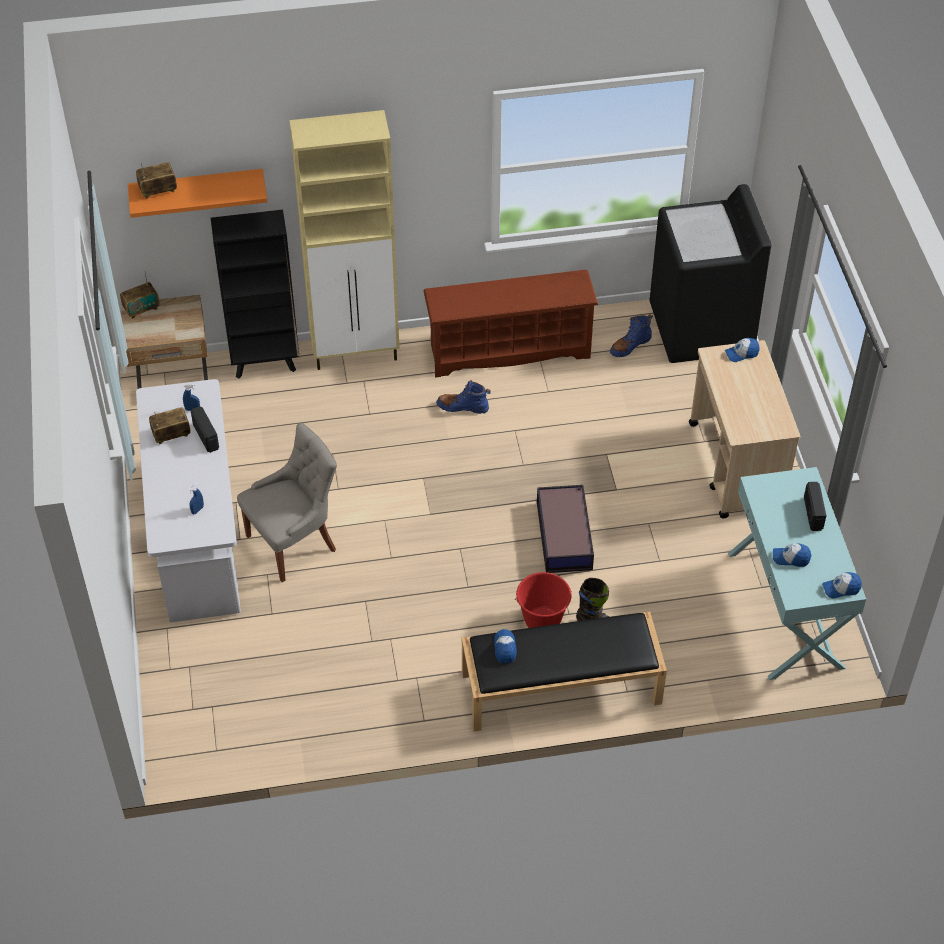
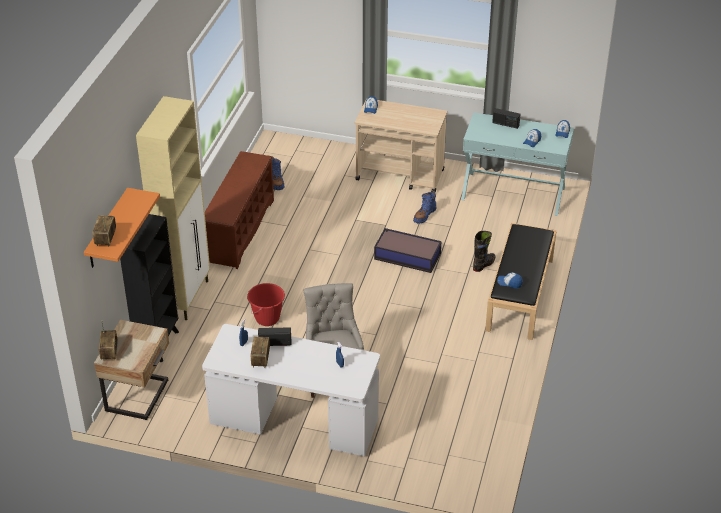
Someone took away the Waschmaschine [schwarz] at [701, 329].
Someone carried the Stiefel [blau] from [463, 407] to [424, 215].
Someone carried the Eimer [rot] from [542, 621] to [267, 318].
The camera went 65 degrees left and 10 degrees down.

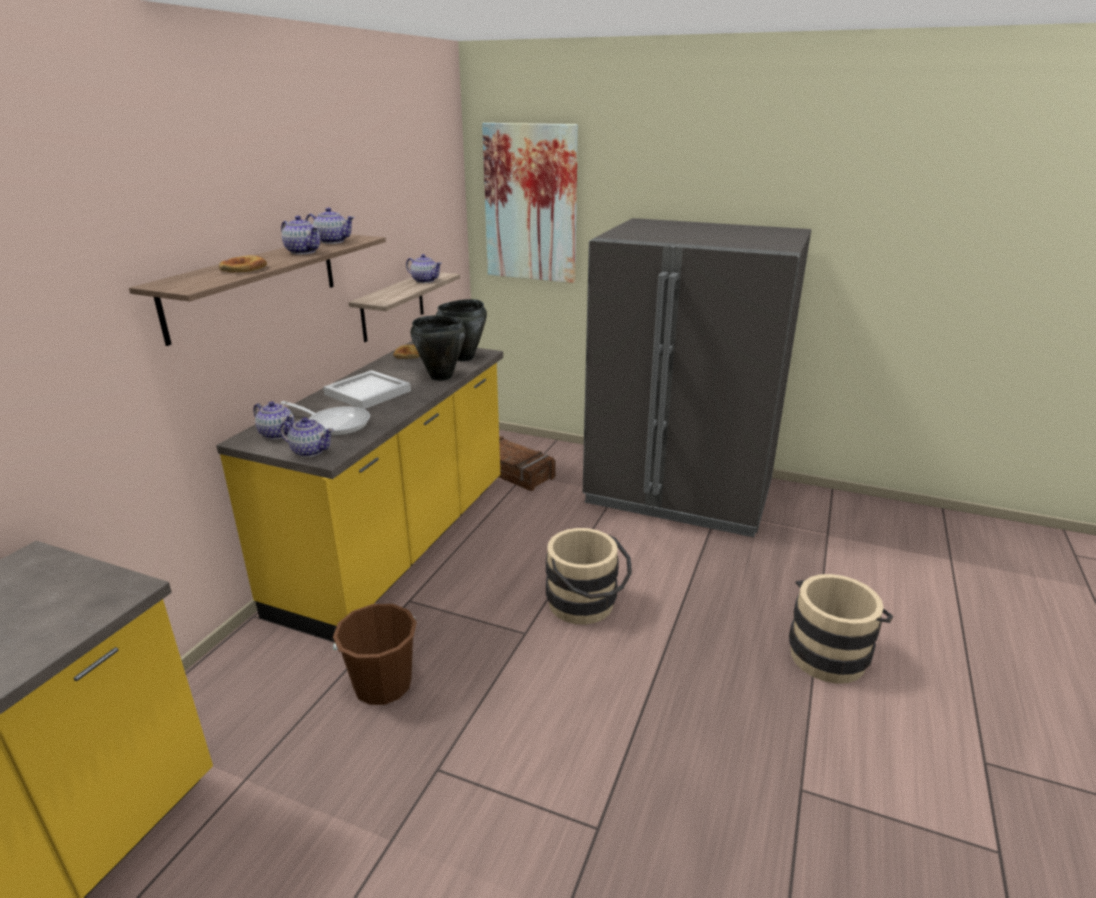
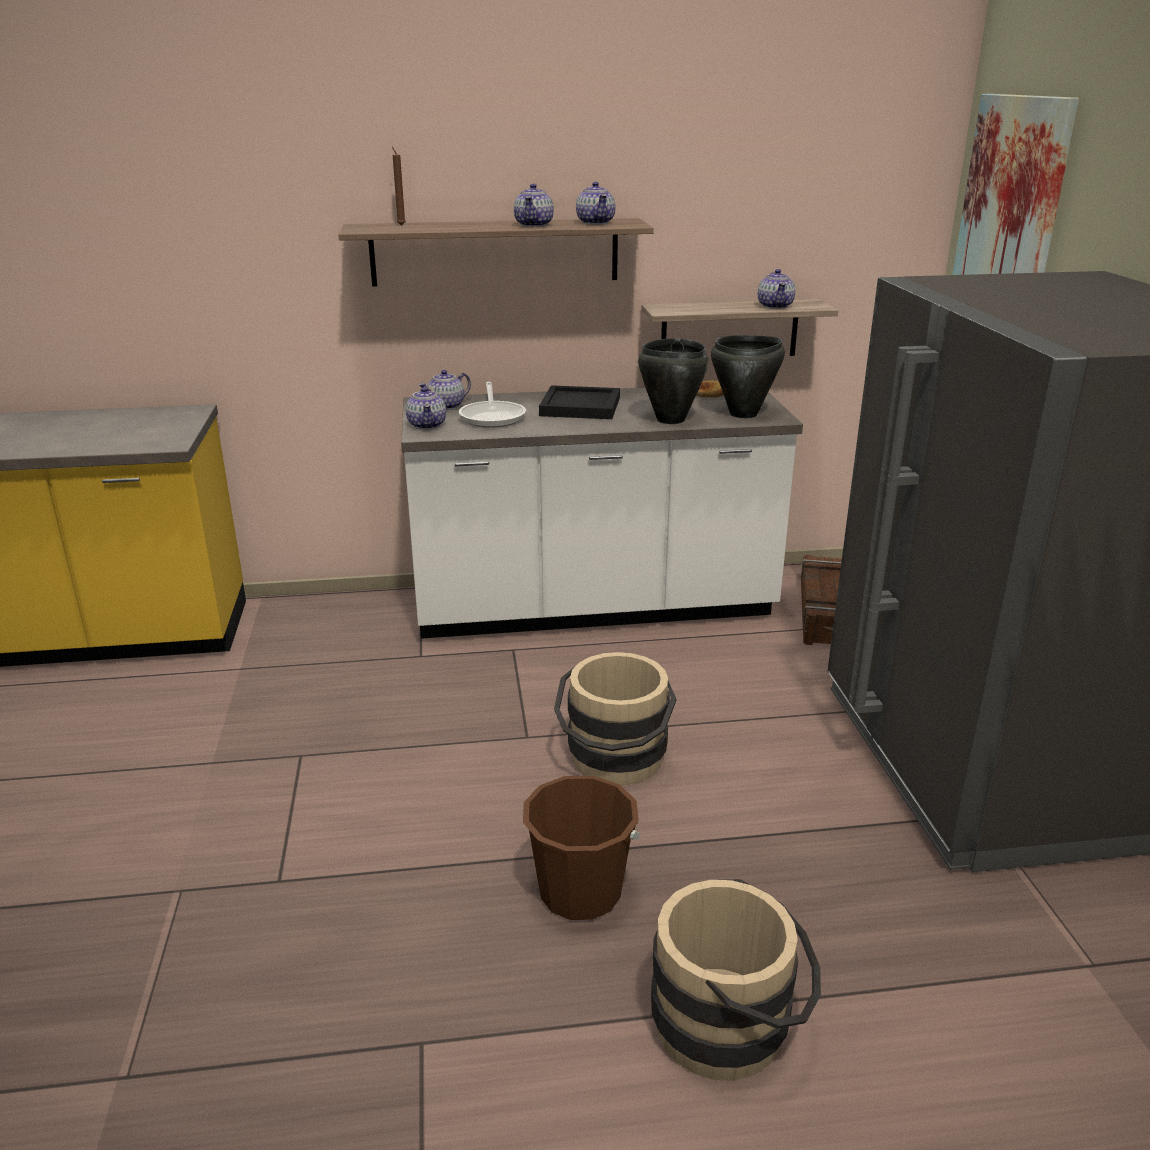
Someone took away the Brot at [243, 269].
Someone repainted the Küchenzeile [gelb] at [399, 546], which became the Küchenzeile [weiß] at [593, 608].
Someone repainted the Tablett [weiß] at [368, 392], which became the Tablett [schwarz] at [581, 406].
Someone rotated the Teekanne at [277, 434] by 45 degrees clockwise.
Someone carried the Eimer [braun] from [383, 685] to [580, 892].
Someone put down the Kerze [braun] at [400, 225].
The camera went 60 degrees right and 0 degrees up.

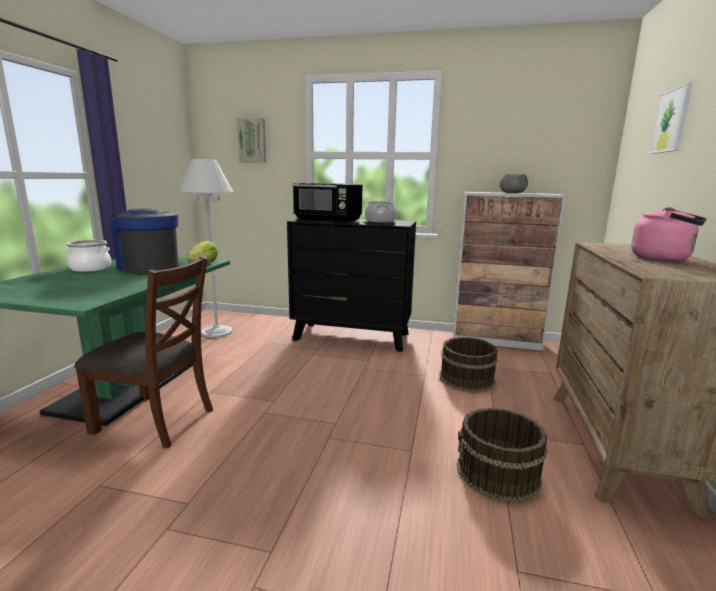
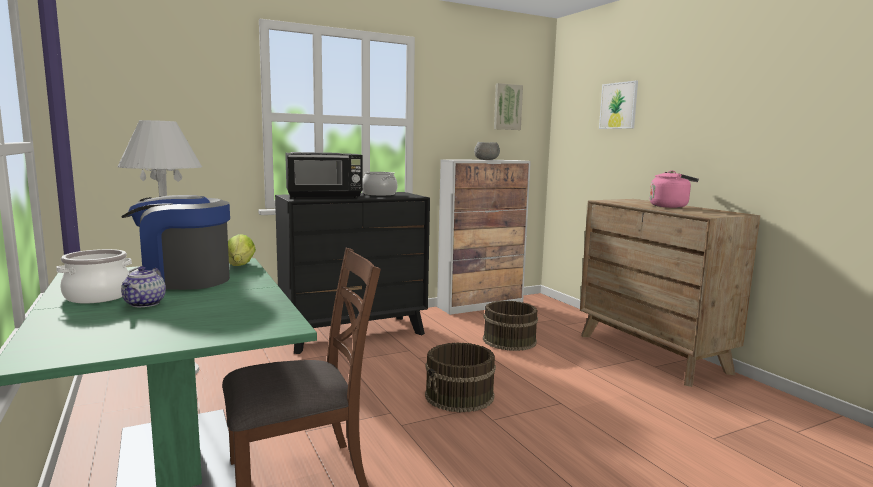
Someone carried the Bild from [252, 140] to [507, 107].
Someone carried the Eimer [braun] from [498, 473] to [460, 396].
Someone put down the Teekanne at [144, 304].
The camera went 40 degrees left and 5 degrees down.

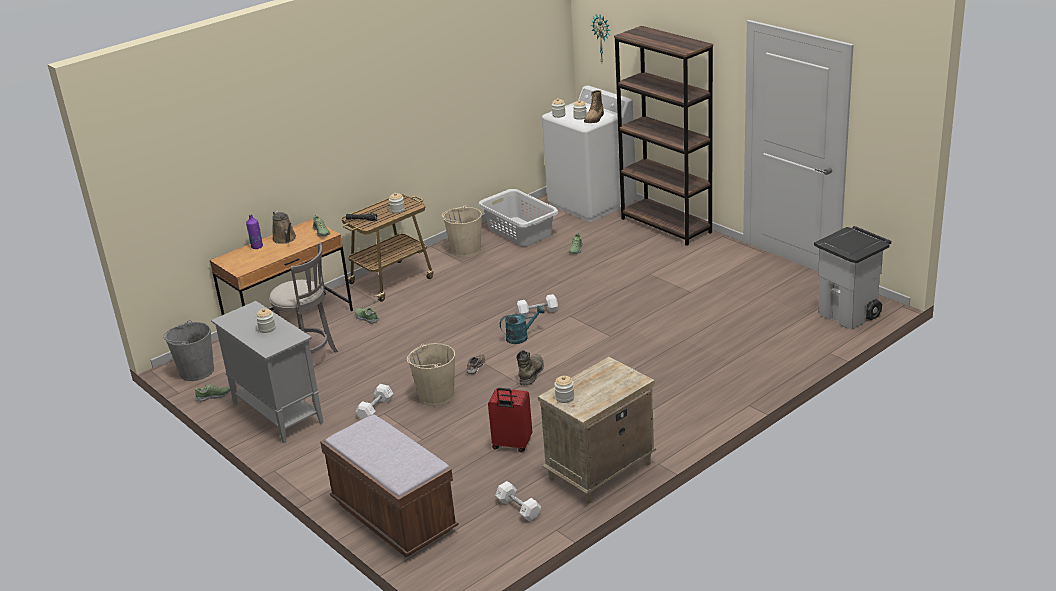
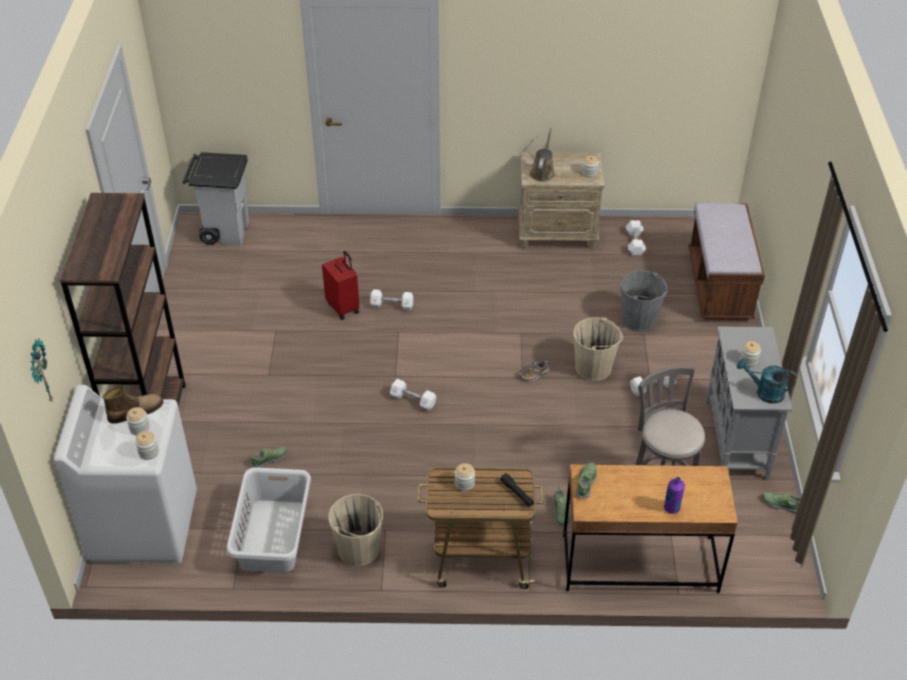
Someone carried the Gießkanne [braun] from [285, 239] to [542, 172].
Someone carried the Gießkanne [türkis] from [521, 337] to [764, 392].
Someone carried the Eimer [grau] from [196, 371] to [639, 319].
Someone took away the Stiefel [grün] at [531, 373].
Someone carried the Koffer [rot] from [512, 445] to [343, 307].
Someone put down the Hantel [weiß] at [392, 305].
The camera went 140 degrees left and 15 degrees up.

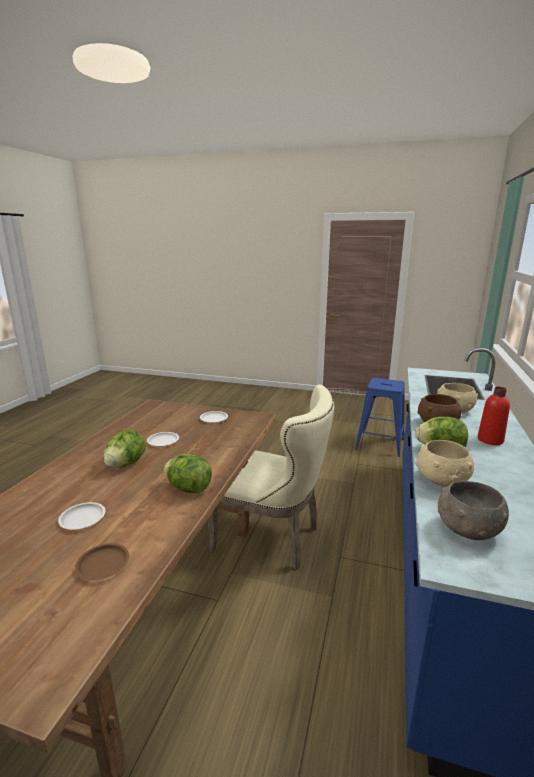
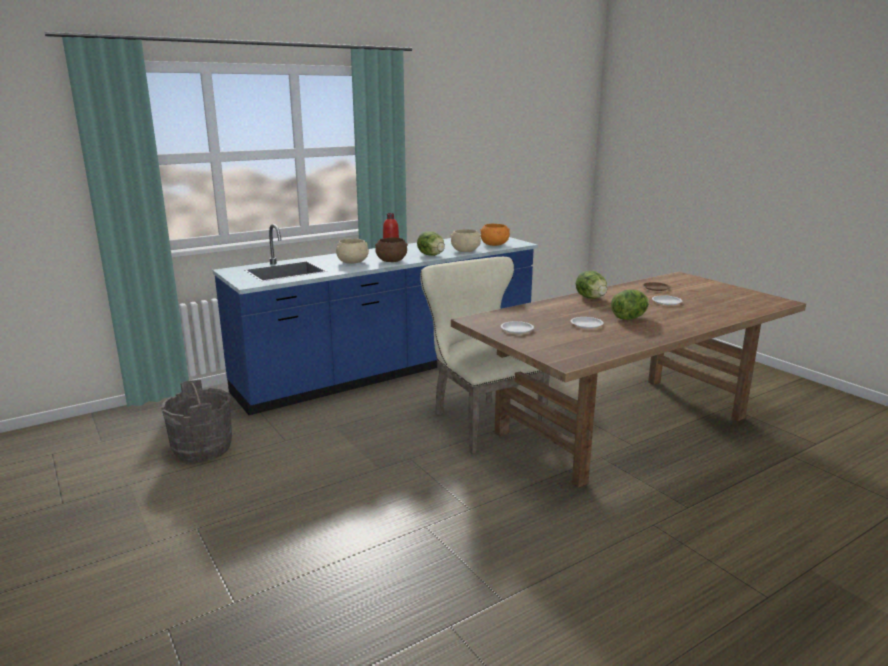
Someone swapped the Hocker [blau] at [380, 444] for the Eimer [grau] at [202, 448].
Someone repainted the Schüssel [grau] at [467, 529], which became the Schüssel [orange] at [494, 244].
The camera went 140 degrees left and 0 degrees up.

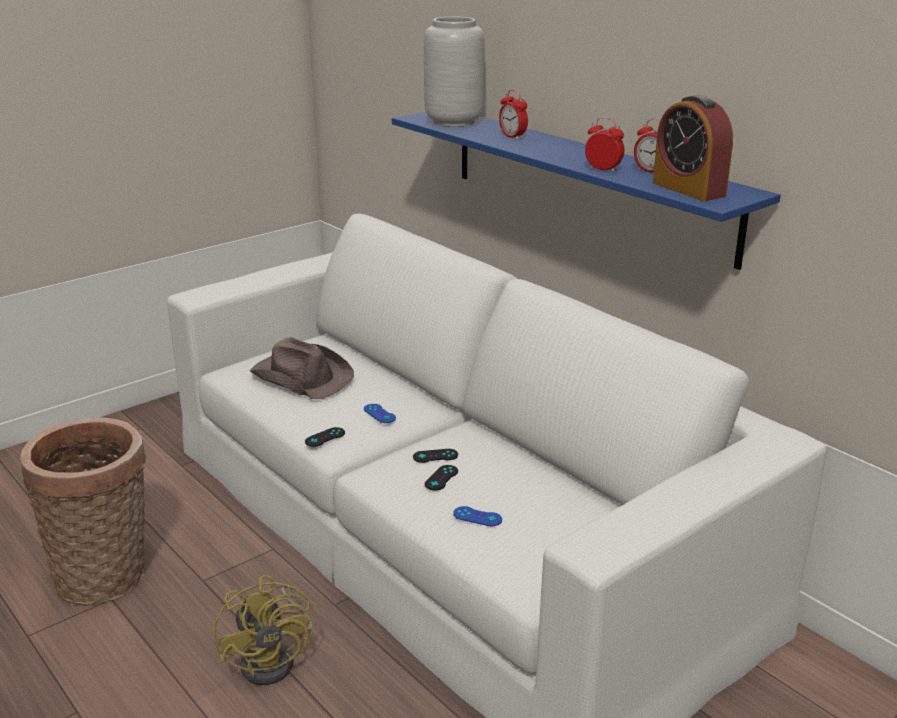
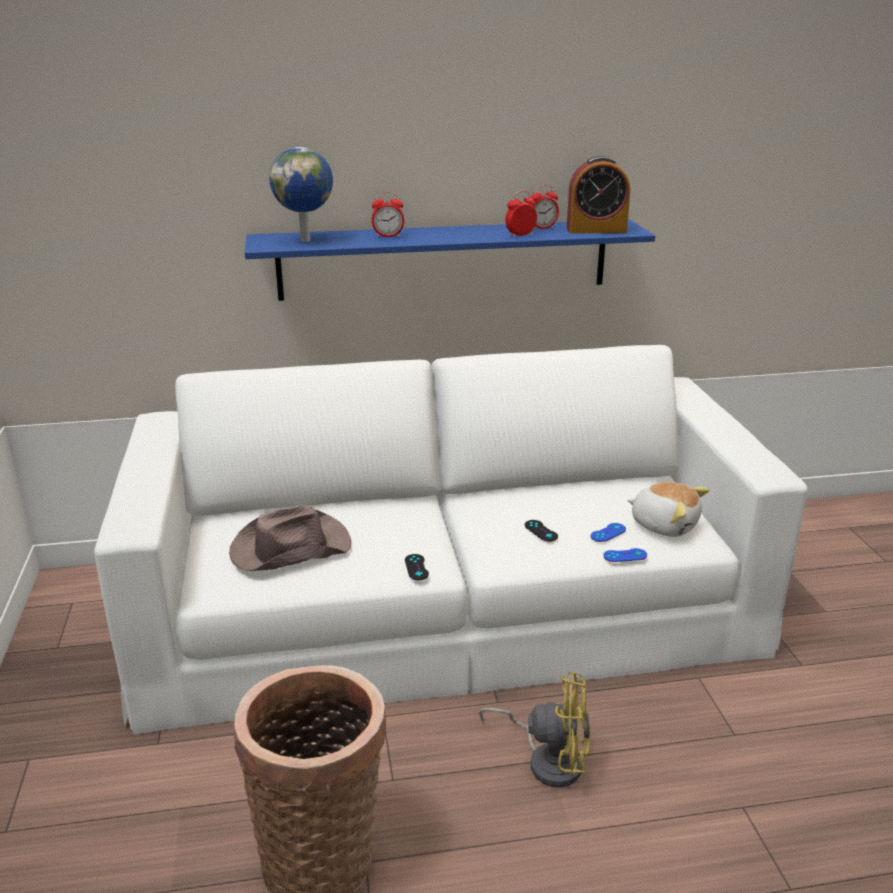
Someone swapped the Vase [grau] at [455, 122] for the Globus at [306, 240].
Someone carried the Gamepad [blau] from [379, 413] to [625, 555].
Someone took away the Gamepad [schwarz] at [435, 456].
Someone put down the Plüschtier at [664, 524].
The camera went 60 degrees left and 0 degrees up.

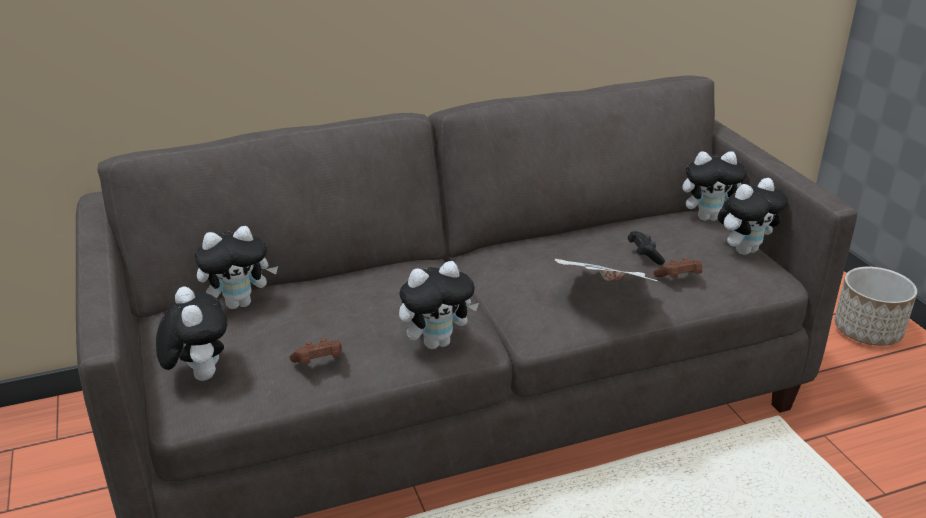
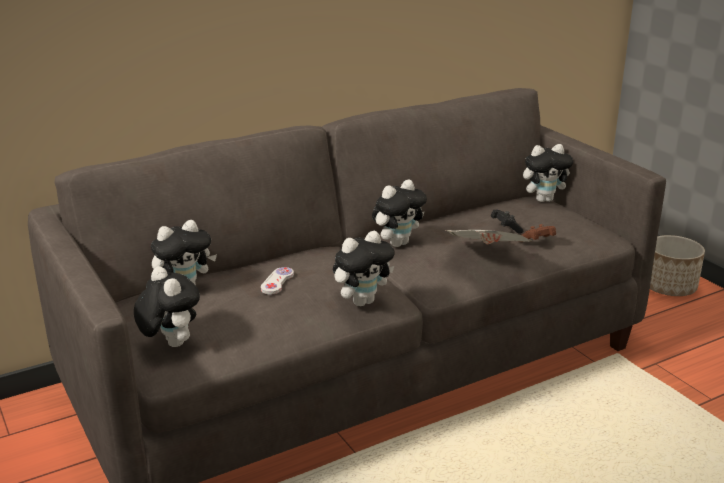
Someone carried the Plüschtier from [744, 250] to [398, 243].
Someone took away the Gamepad [braun] at [318, 362].
Someone put down the Gamepad [weiß] at [277, 282].
The camera went 10 degrees left and 5 degrees down.

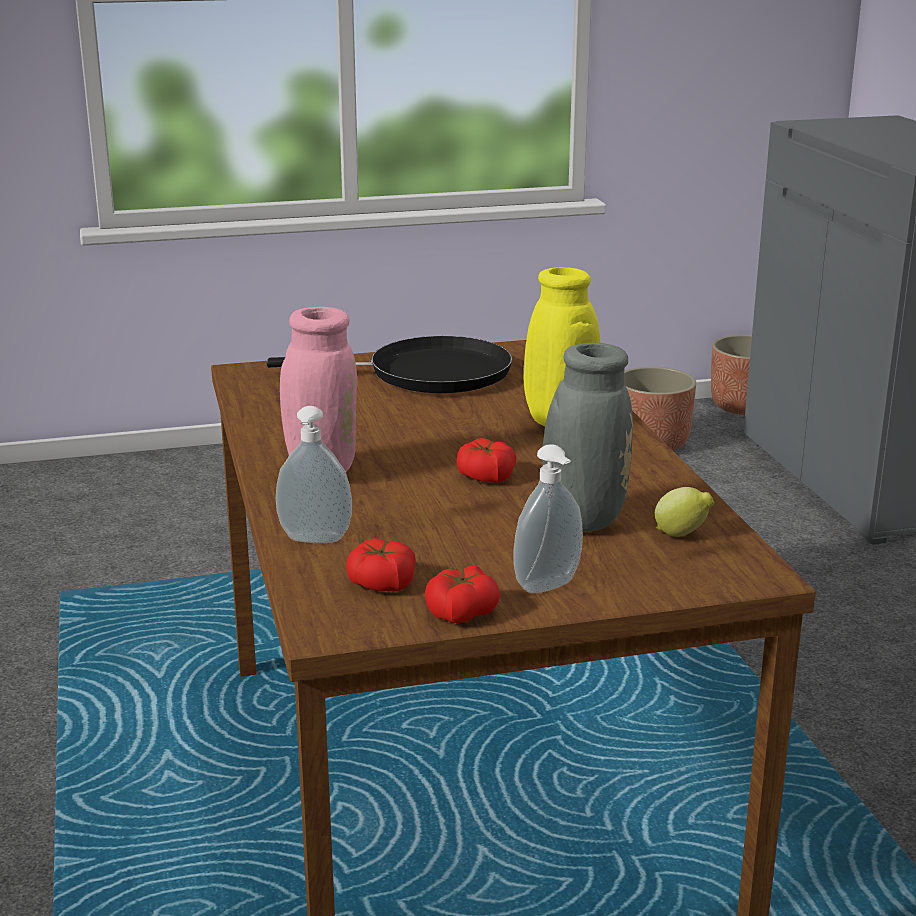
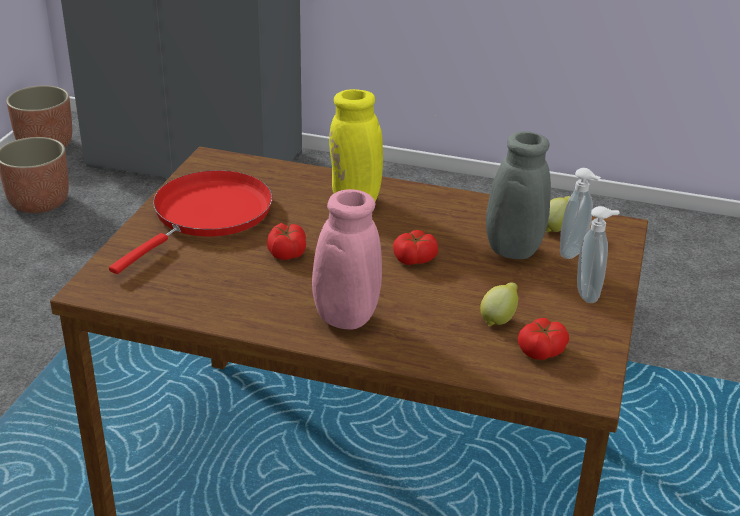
Someone repainted the Pfanne [schwarz] at [429, 374], which became the Pfanne [rot] at [207, 215].
Someone carried the Seifenspender from [314, 541] to [574, 253].
Someone carried the Tomate from [461, 613] to [286, 252].
Someone put down the Zitrone at [498, 319].
The camera went 60 degrees left and 10 degrees up.

